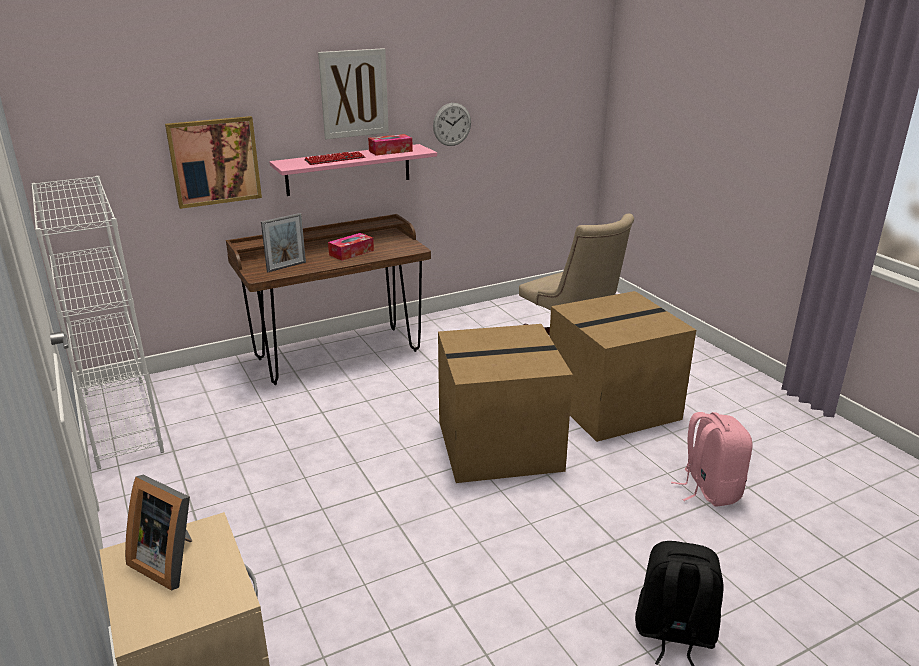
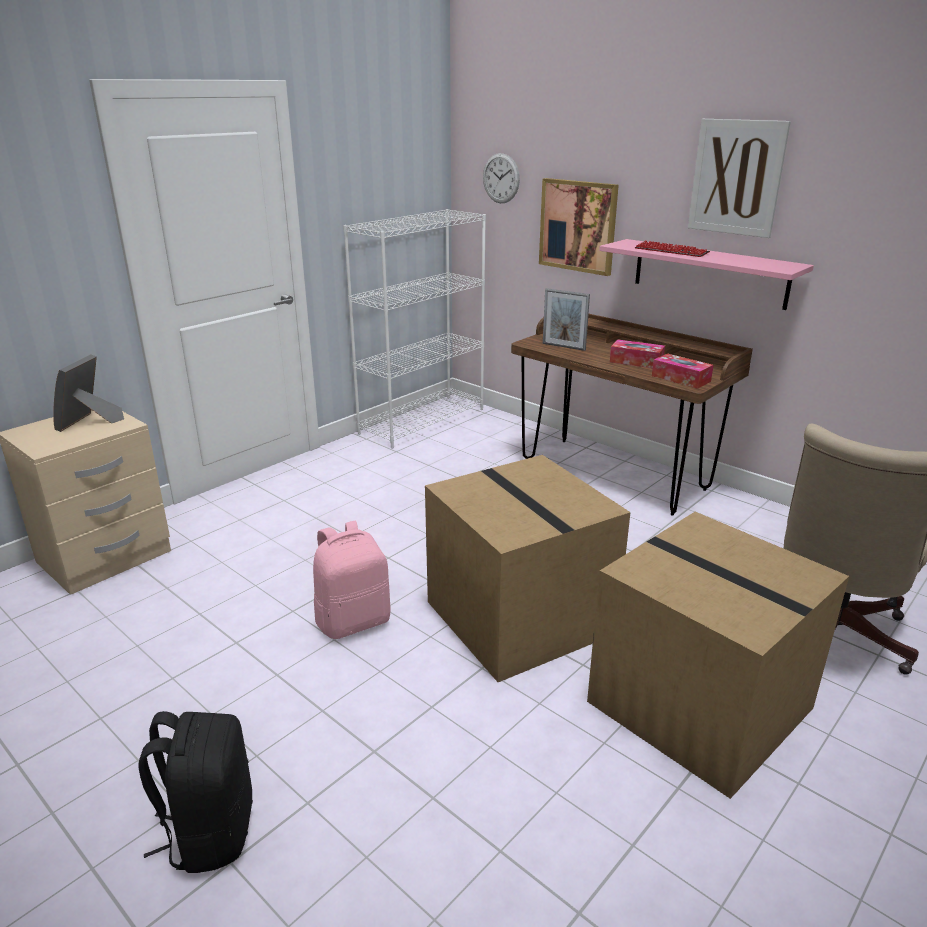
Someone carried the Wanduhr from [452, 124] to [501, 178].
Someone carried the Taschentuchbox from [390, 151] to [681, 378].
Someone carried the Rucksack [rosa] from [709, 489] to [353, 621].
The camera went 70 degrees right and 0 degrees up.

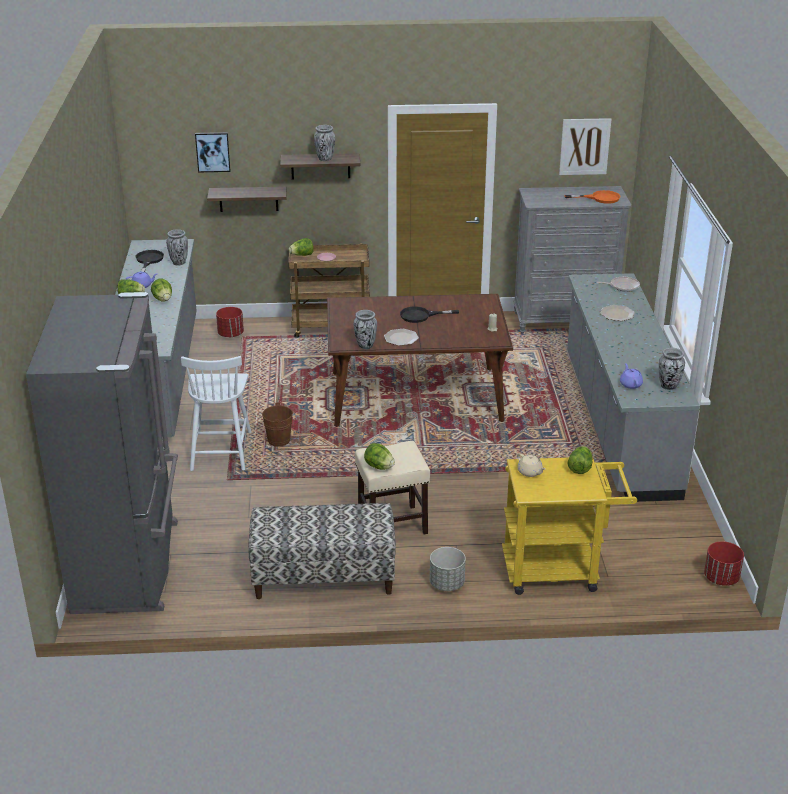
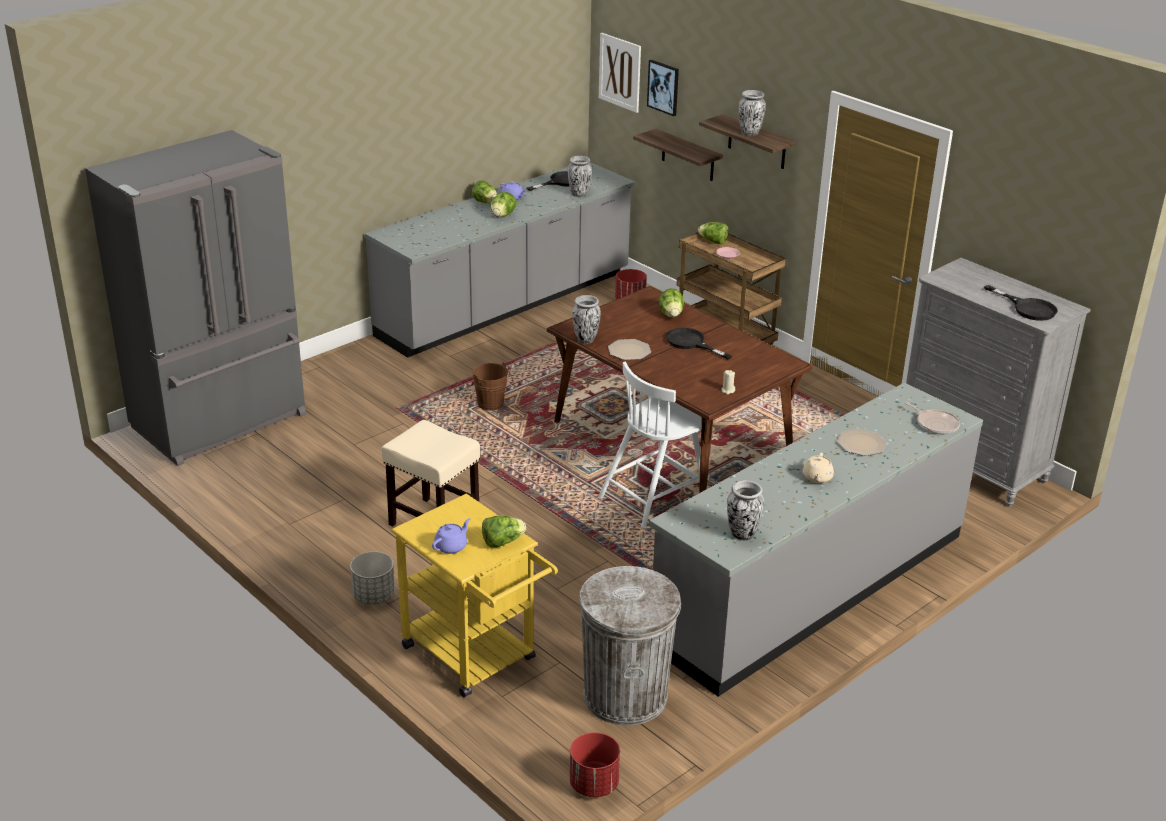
Someone carried the Bild from [584, 146] to [620, 72].
Someone repainted the Pfanne [orange] at [600, 198], which became the Pfanne [schwarz] at [1028, 308].
Someone carried the Stuhl [weiß] from [221, 450] to [654, 496].
Someone carried the Teekanne [lila] from [630, 384] to [451, 546].
Someone carried the Salatkopf from [379, 467] to [671, 315].
Someone carried the Teekanne [beige] from [530, 472] to [817, 478].
Someone took away the Bank at [323, 578].
Someone put down the Mülleimer [grau] at [625, 696].
The camera went 50 degrees right and 0 degrees up.

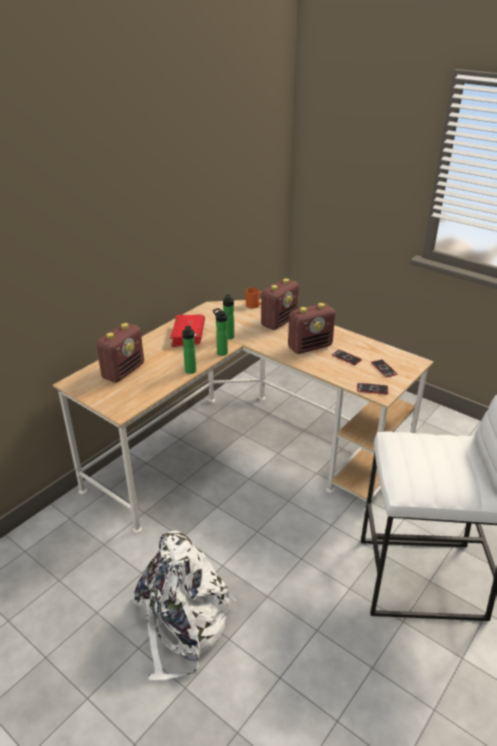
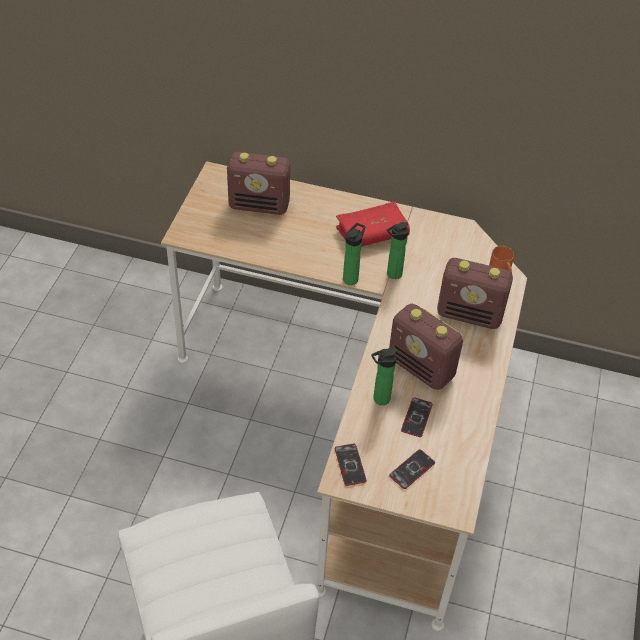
Someone carried the Flasche from [190, 372] to [379, 399].
Someone took away the Rucksack [weiß] at [182, 622].
The camera went 65 degrees right and 15 degrees up.

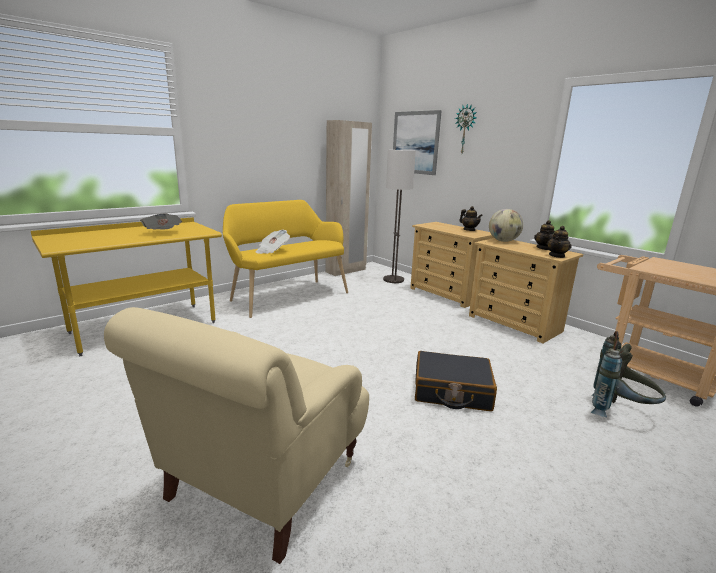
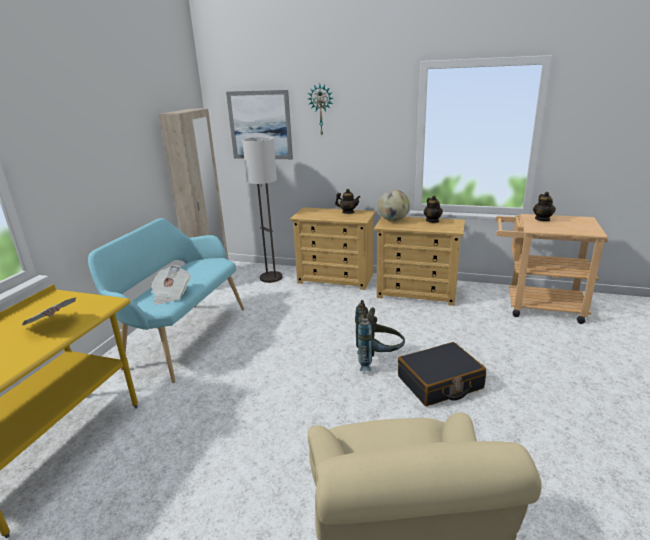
Someone repainted the Bank [gelb] at [286, 296], which became the Bank [türkis] at [182, 337].
Someone carried the Teekanne from [557, 256] to [542, 219].
Someone carried the Rucksack [grau] from [619, 412] to [378, 361].
The camera went 30 degrees left and 5 degrees up.

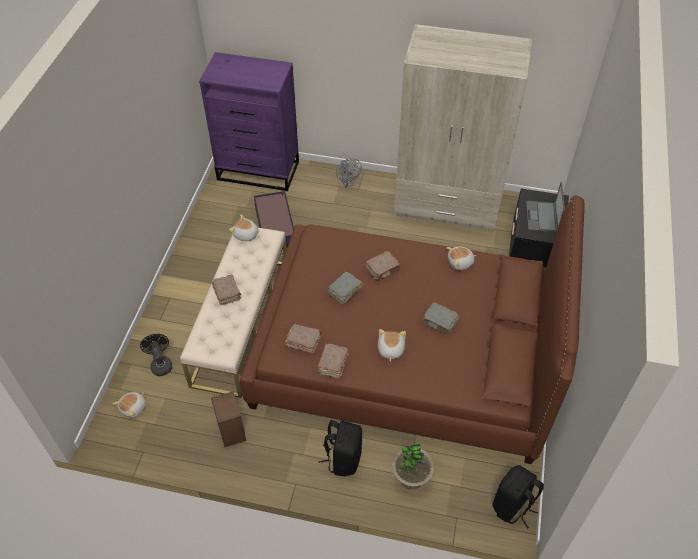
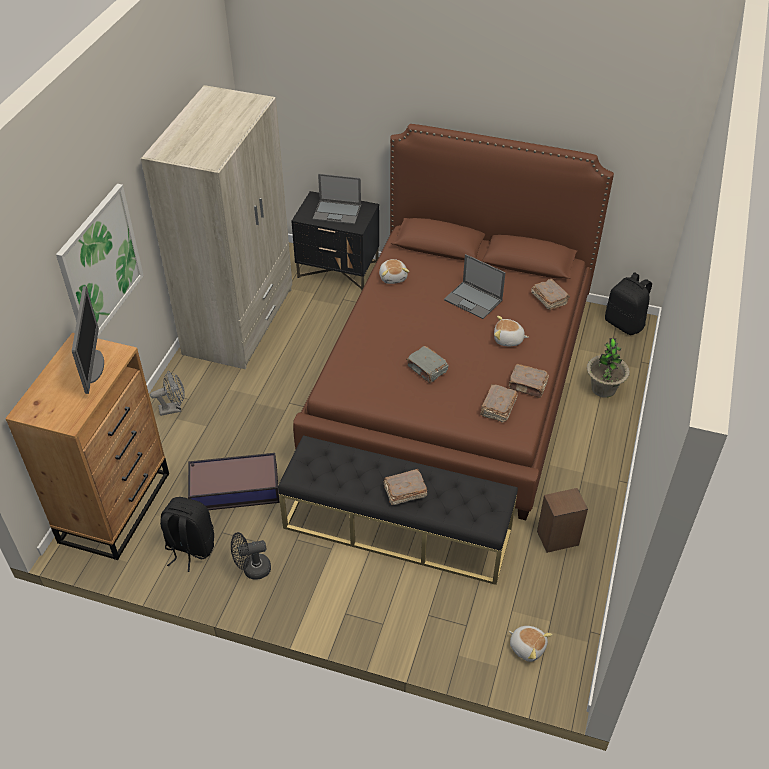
Someone repainted the Kommode [lila] at [259, 171], which became the Kommode [braun] at [116, 506].
Someone took away the Plüschtier at [246, 235].
Someone repainted the Bank [beige] at [241, 322], which became the Bank [schwarz] at [397, 528].
Someone carried the Buch [braun] from [383, 269] to [549, 299].
Someone swapped the Buch [grau] at [440, 322] for the Laptop at [473, 300].
Someone carried the Ventilator [schwarz] from [160, 364] to [252, 569].
Someone carried the Rucksack [schwarz] from [343, 458] to [189, 548].
Someone put up the Bild at [100, 265].
Someone put down the Monitor at [93, 366].
The camera went 85 degrees left and 5 degrees down.

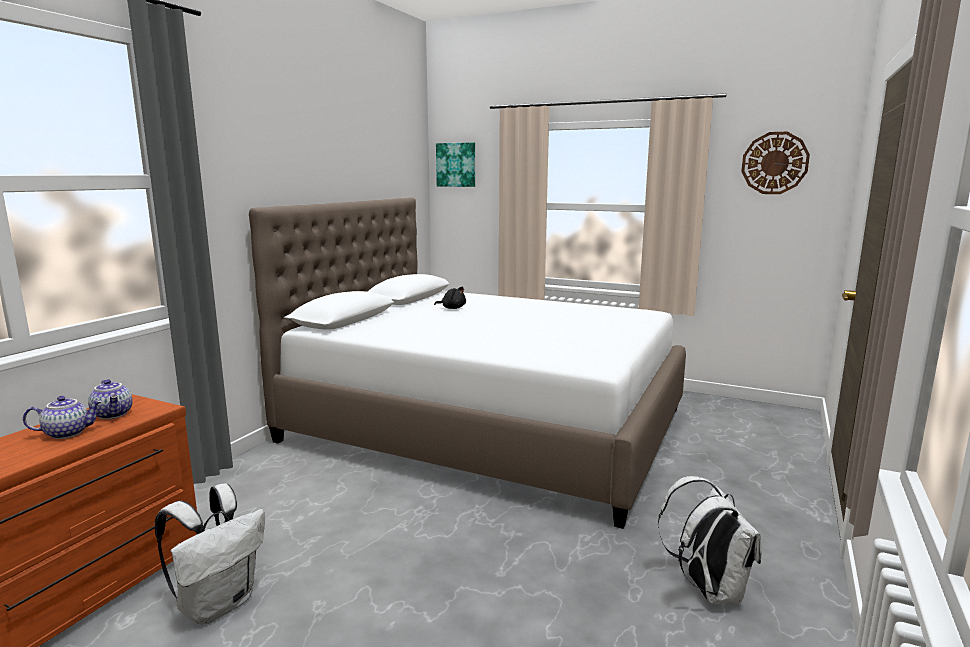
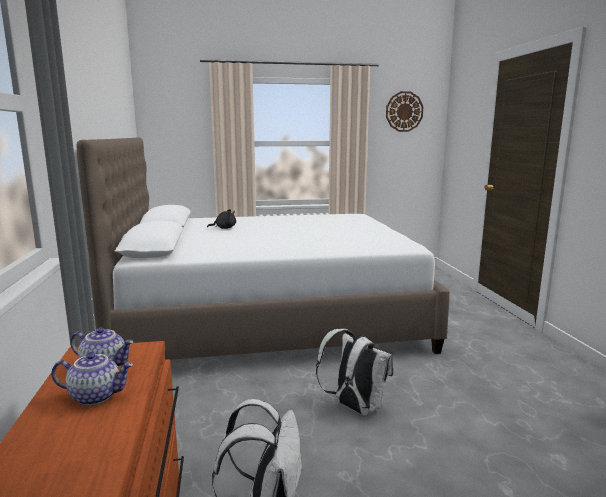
Someone took away the Bild at [456, 164].
Someone rotated the Teekanne at [68, 433] by 60 degrees clockwise.
Someone carried the Rucksack [weiß] from [708, 589] to [354, 407].
The camera went 35 degrees left and 0 degrees up.

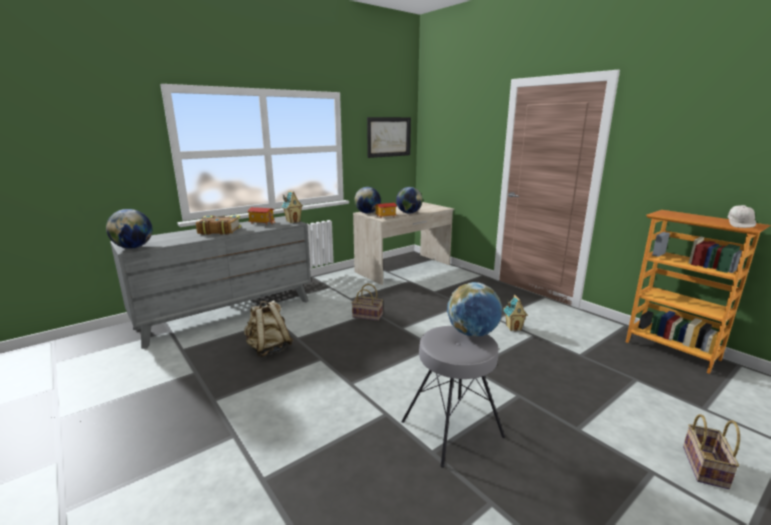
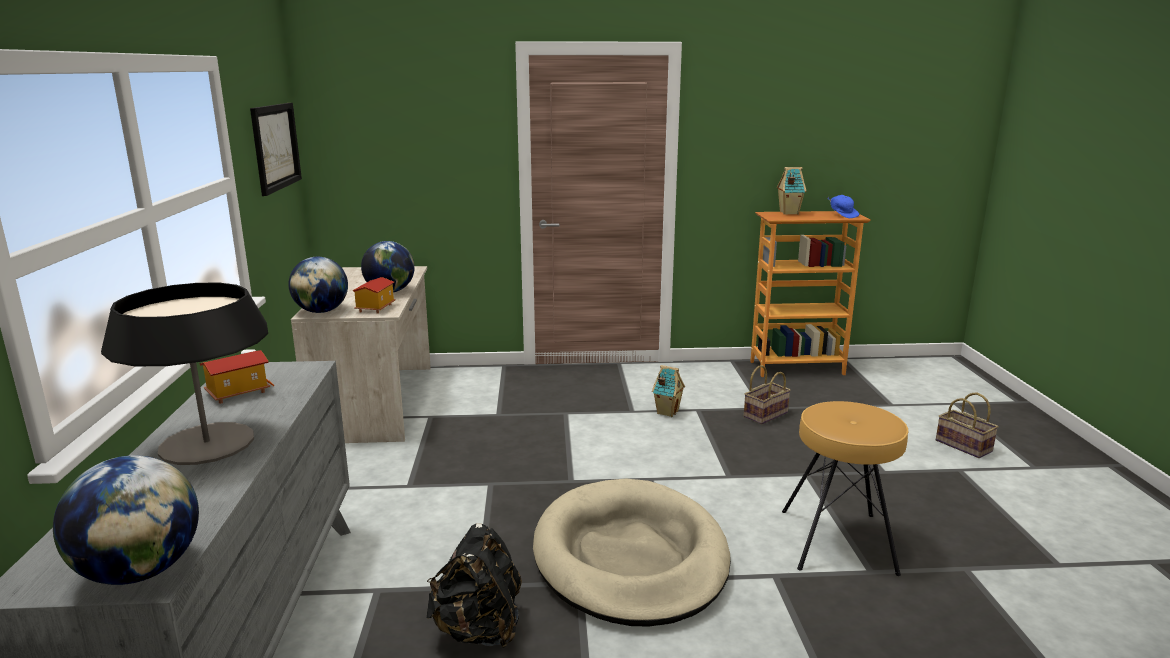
Someone carried the Spielzeughaus from [293, 221] to [788, 213].
Someone repainted the Kappe [weiß] at [739, 225], which became the Kappe [blau] at [843, 215].
Someone swapped the Buch at [219, 231] for the Tischlampe at [207, 443].
Someone took away the Globus at [472, 333].
Someone carried the Korb from [368, 315] to [765, 414].
Someone repainted the Rucksack [beige] at [269, 349], which became the Rucksack [schwarz] at [479, 630].
Someone repainted the Hocker [grau] at [452, 429], which became the Hocker [braun] at [838, 541].
Someone put down the Hundebett [beige] at [630, 557].
The camera went 55 degrees left and 0 degrees up.

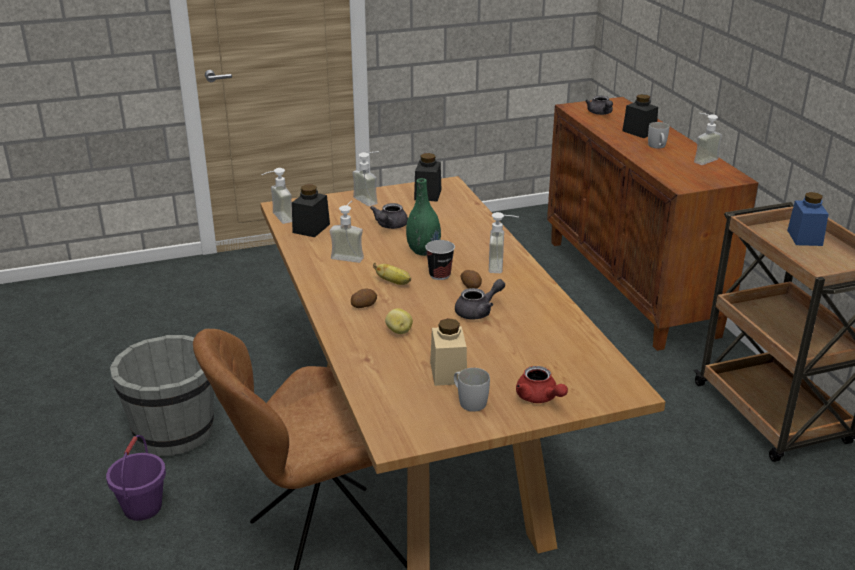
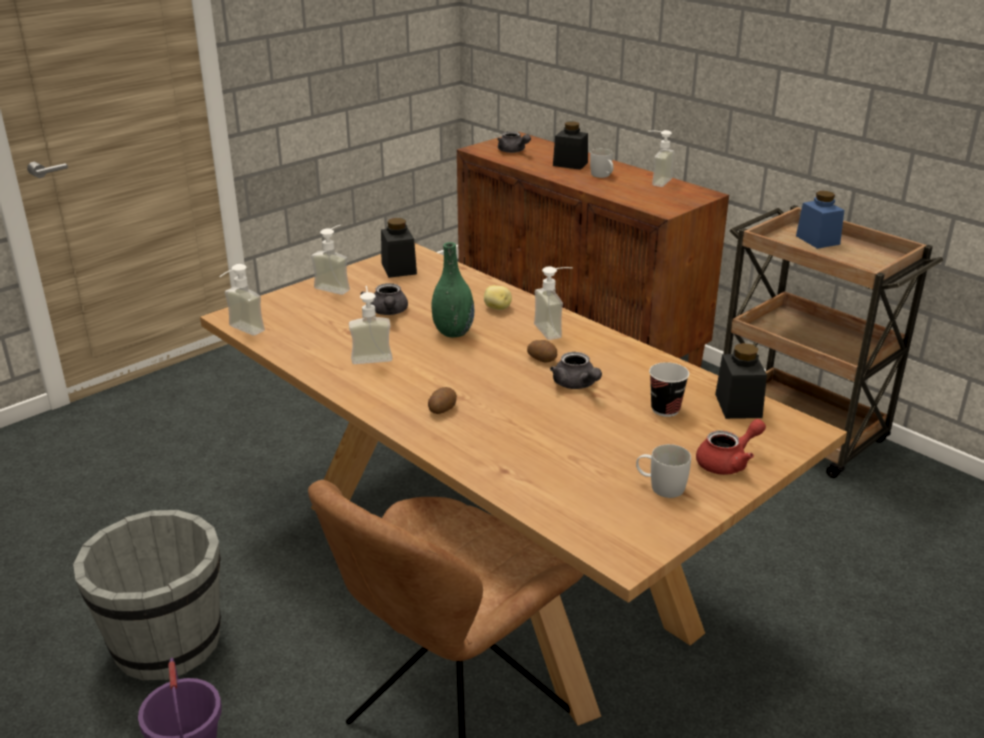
Someone carried the Vorratsglas [schwarz] from [311, 228] to [738, 406].
Someone carried the Tasse from [439, 275] to [665, 409].
Someone took away the Banane at [394, 282].
Someone rotated the Teekanne [grau] at [478, 311] by 120 degrees clockwise.
Someone carried the Kartoffel from [398, 331] to [497, 308].
Someone took away the Vorratsglas [beige] at [448, 372].
Someone rotated the Teekanne [rot] at [539, 398] by 60 degrees counterclockwise.
The camera went 25 degrees left and 0 degrees up.

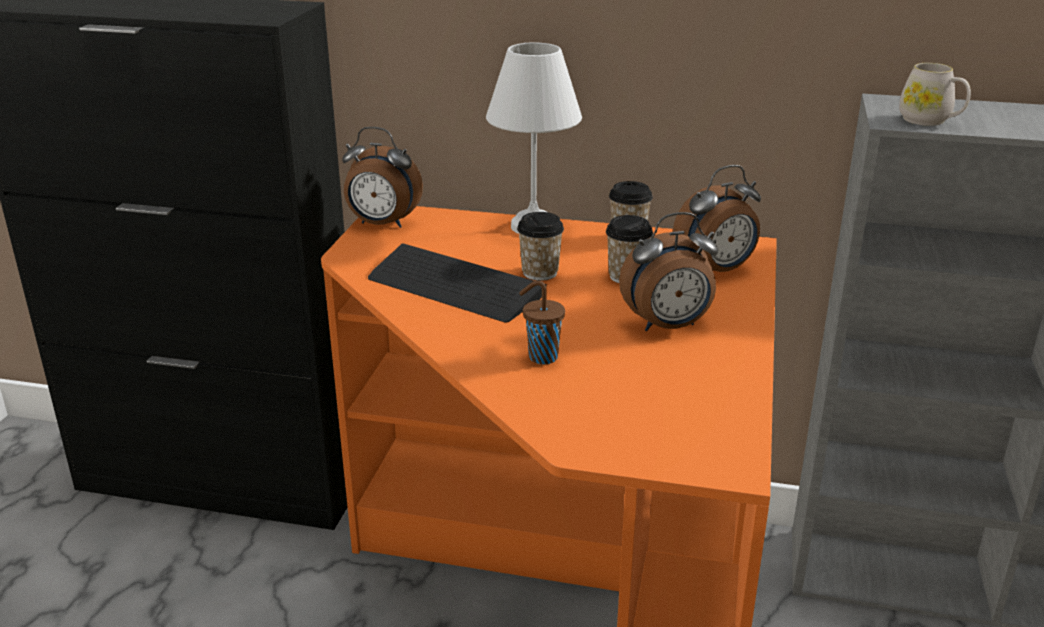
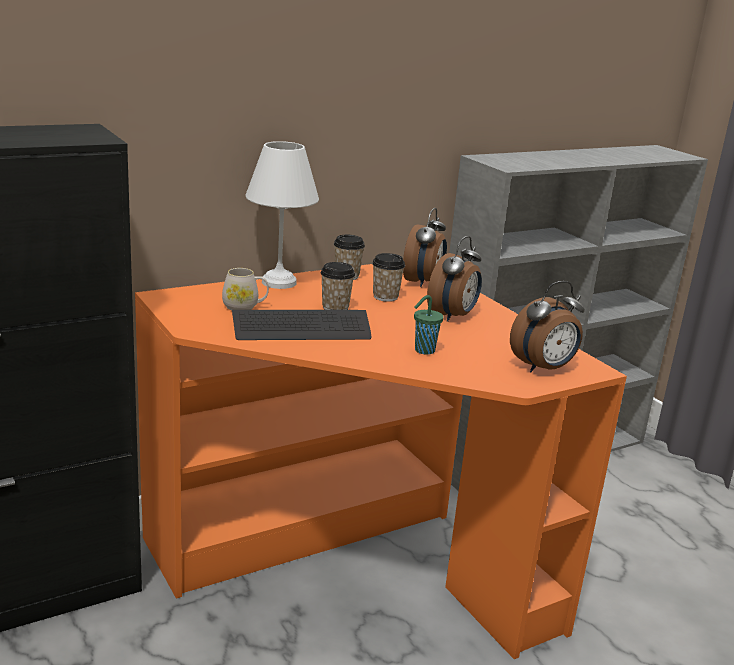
Someone carried the Henkelbecher [weiß] from [930, 121] to [245, 307].
Someone carried the Wecker from [382, 224] to [544, 368].
Someone repainted the Tasse [braun] at [541, 357], which became the Tasse [grün] at [423, 351].
The camera went 45 degrees left and 5 degrees down.

